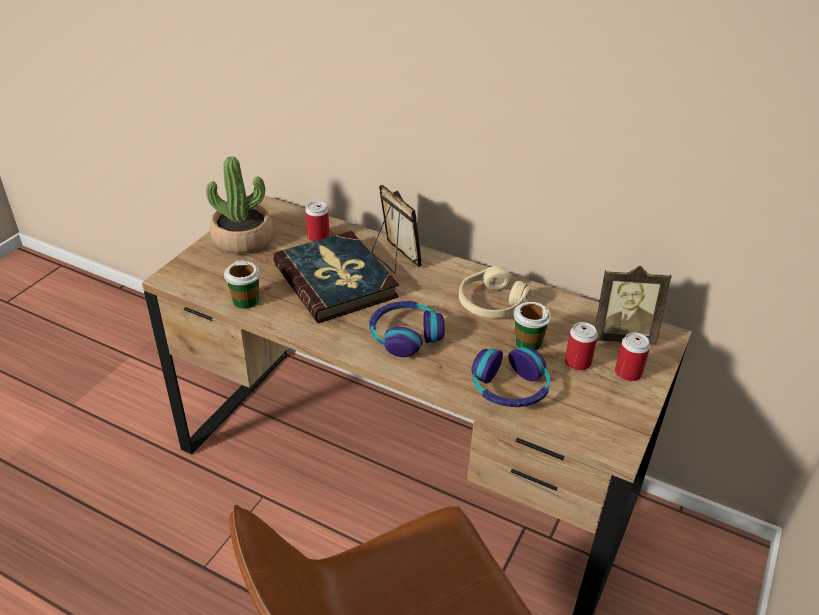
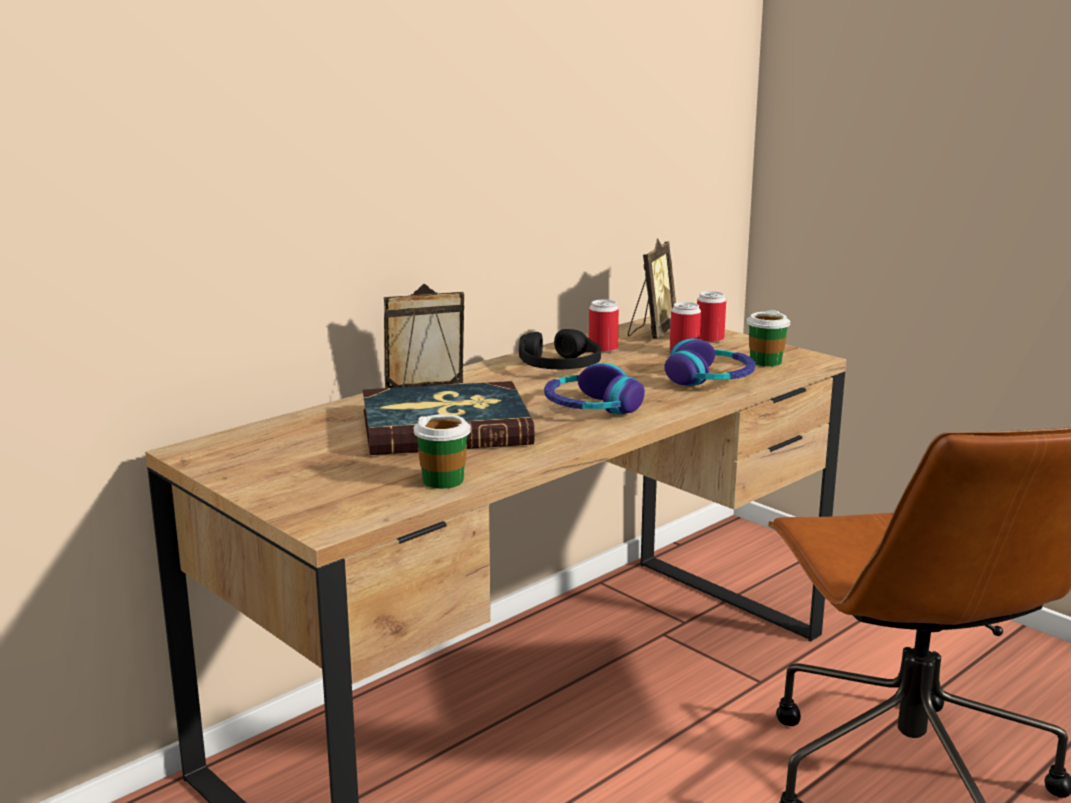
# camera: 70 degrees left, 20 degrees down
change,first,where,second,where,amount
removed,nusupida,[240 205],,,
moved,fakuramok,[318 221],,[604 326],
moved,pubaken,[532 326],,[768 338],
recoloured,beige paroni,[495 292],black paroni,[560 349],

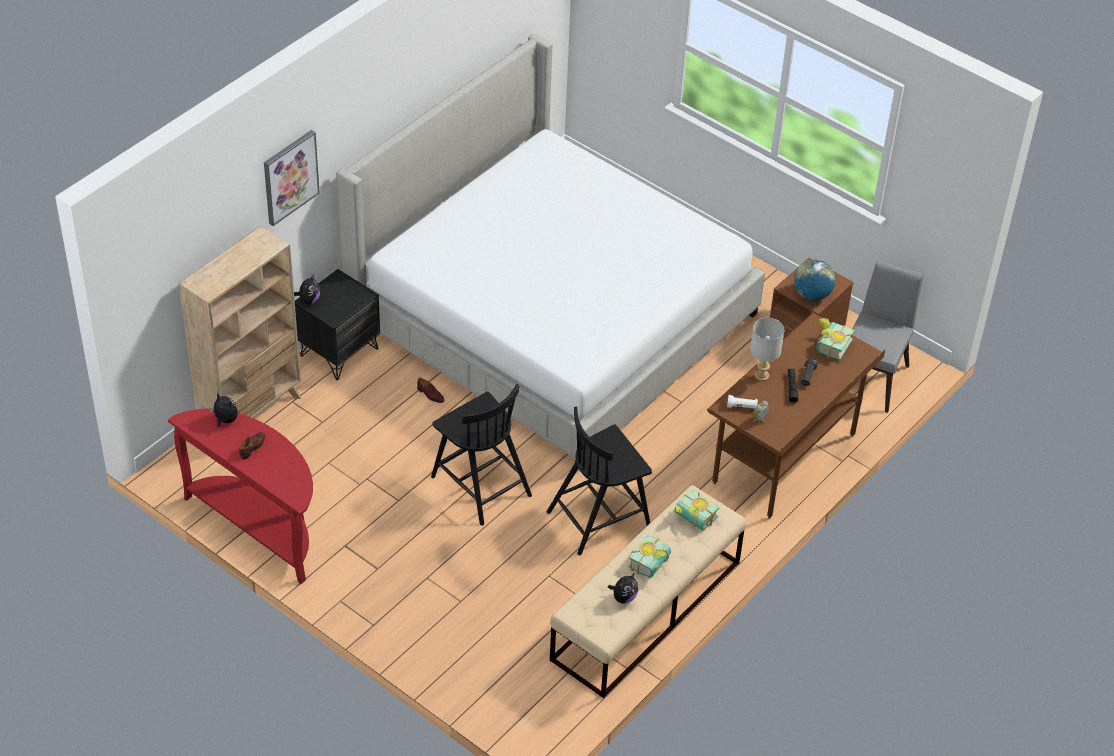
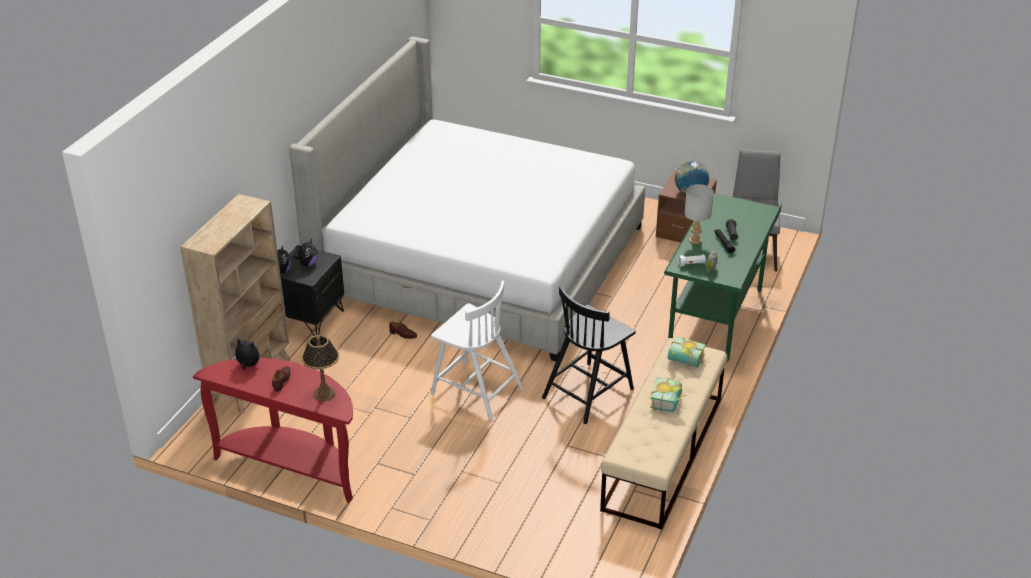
# camera: 15 degrees left, 10 degrees down
change,first,where,second,where,amount
removed,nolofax,[292 178],,,
removed,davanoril,[835 339],,,
added,,,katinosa,[320 368],
moved,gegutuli,[623 588],,[305 252],
recoloured,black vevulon,[481 455],white vevulon,[477 350],
recoloured,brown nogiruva,[796 416],green nogiruva,[723 278],

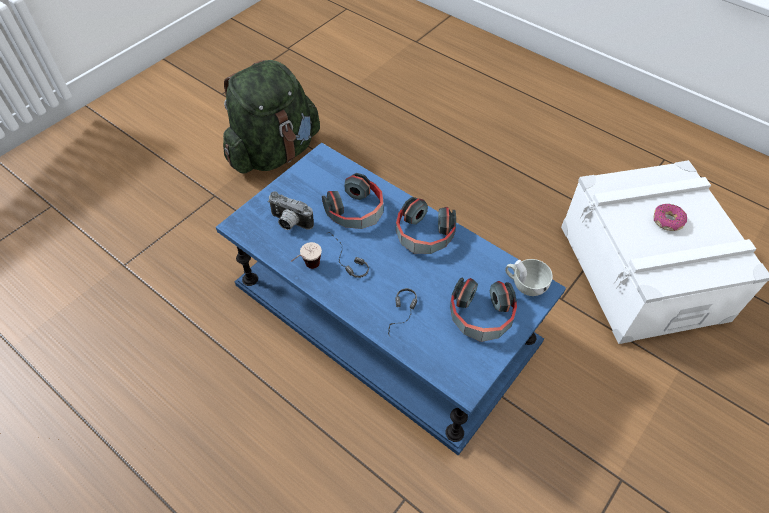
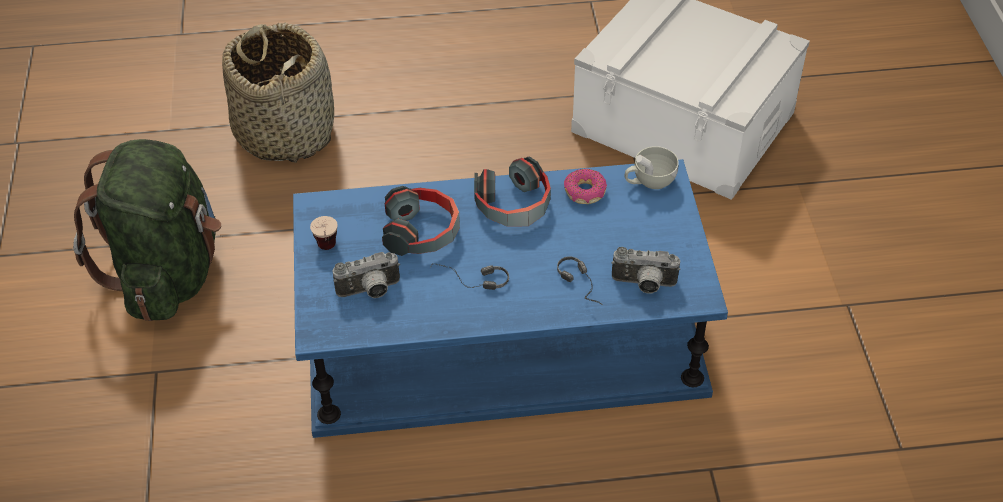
# camera: 45 degrees left, 5 degrees down
change,first,where,second,where,amount
removed,paroni,[483 310],,,
added,,,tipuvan,[278 93],
added,,,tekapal,[646 270],
moved,pubaken,[306 255],,[323 233],
moved,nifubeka,[670 217],,[585 186],

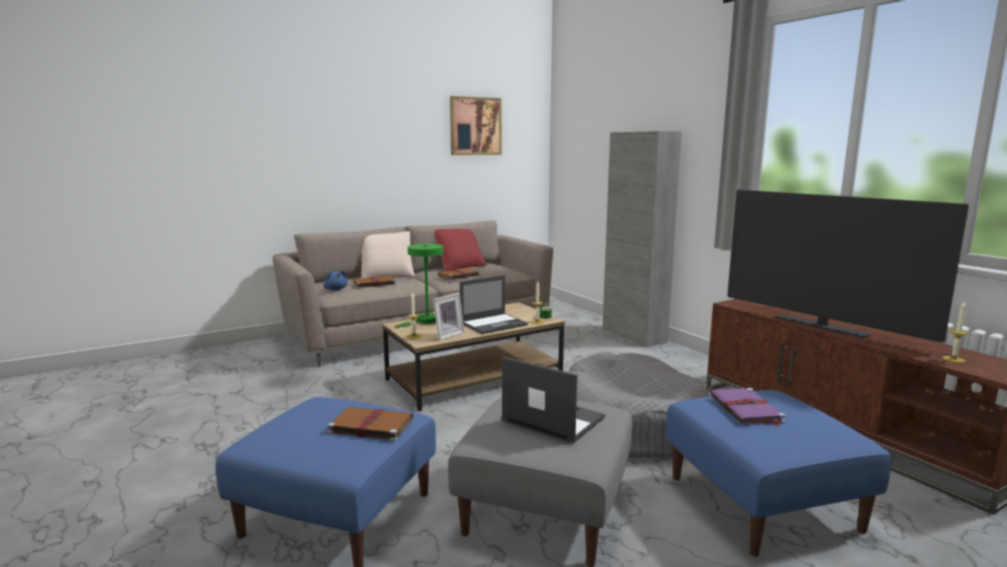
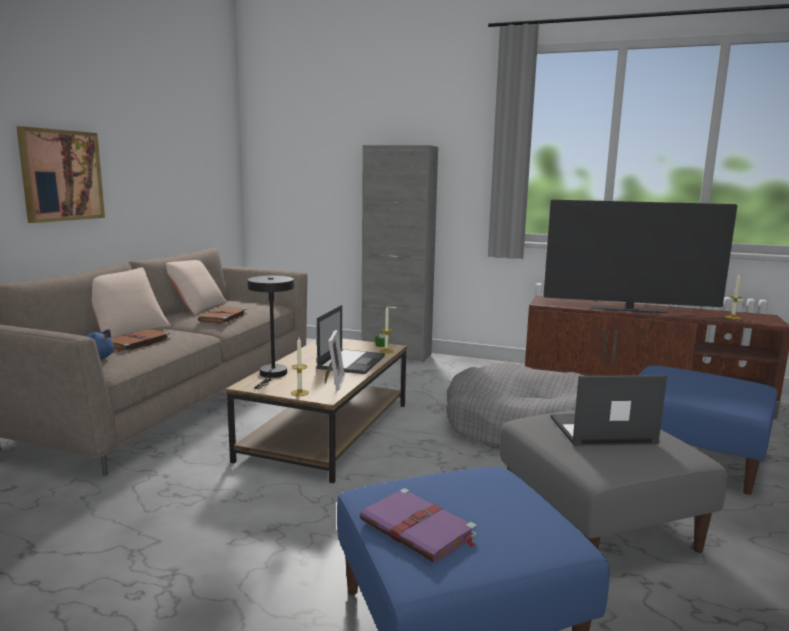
# camera: 40 degrees left, 0 degrees up
change,first,where,second,where,amount
removed,brown davanoril,[370 424],,,
moved,nolofax,[476 125],,[60 174],
moved,purple davanoril,[748 407],,[417 525],
recoloured,green katinosa,[418 286],black katinosa,[271 332],
recoloured,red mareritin,[461 250],beige mareritin,[196 287],

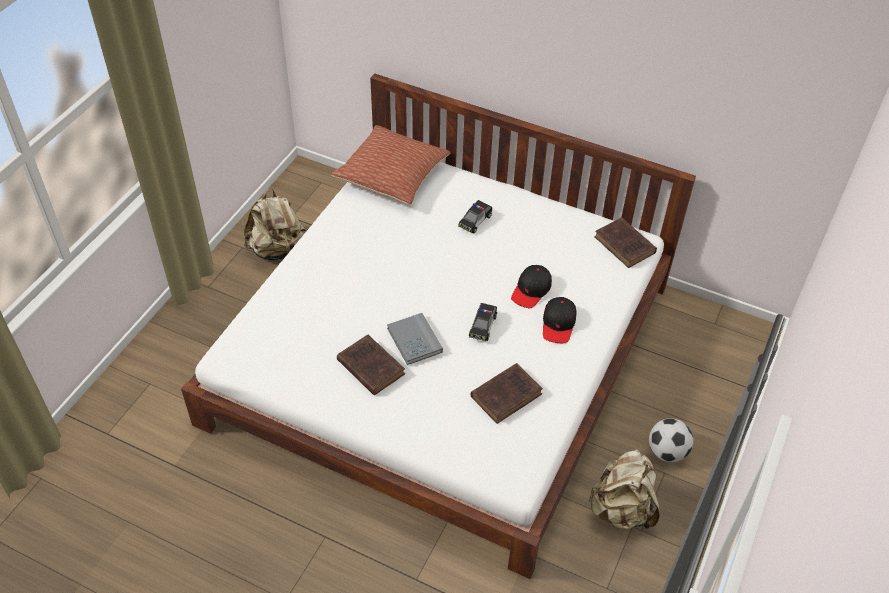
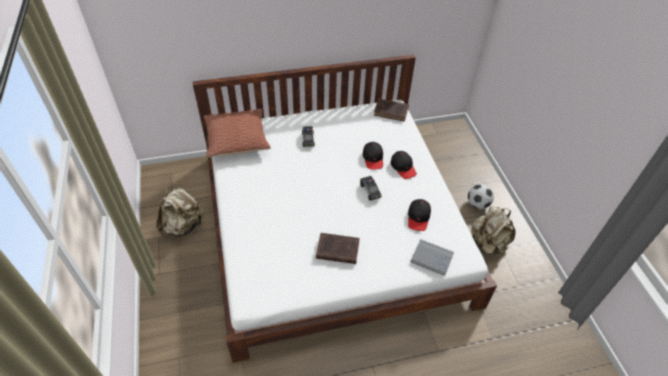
# camera: 40 degrees left, 0 degrees up
change,first,where,second,where,amount
moved,grey davanoril,[415 339],,[432 257],
replaced,brown davanoril,[507 393],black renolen,[419 215],

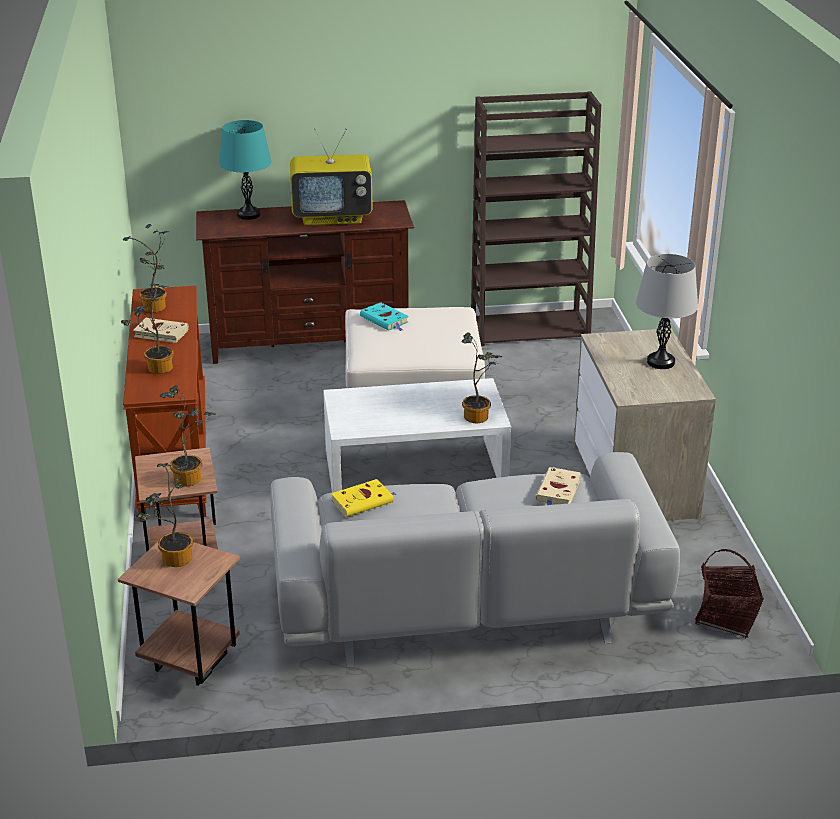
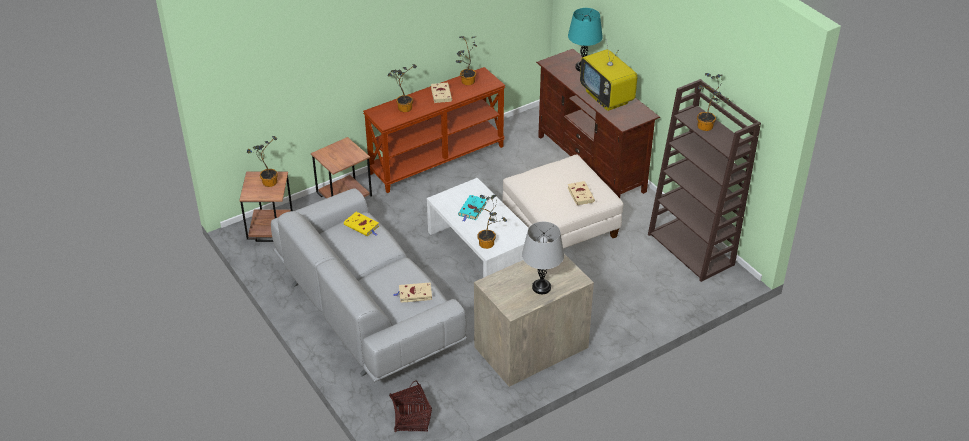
# camera: 65 degrees right, 10 degrees up
change,first,where,second,where,amount
added,,,beige davanoril,[581 193],
moved,nusupida,[188 436],,[714 102],
moved,turquoise davanoril,[384 316],,[472 208],

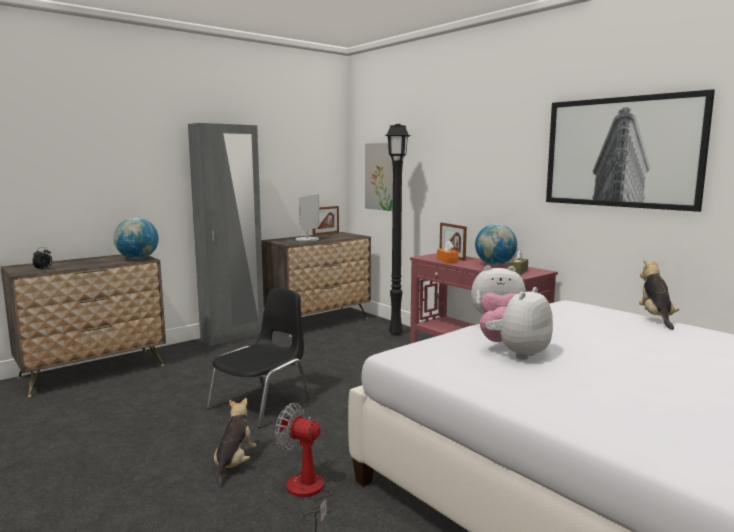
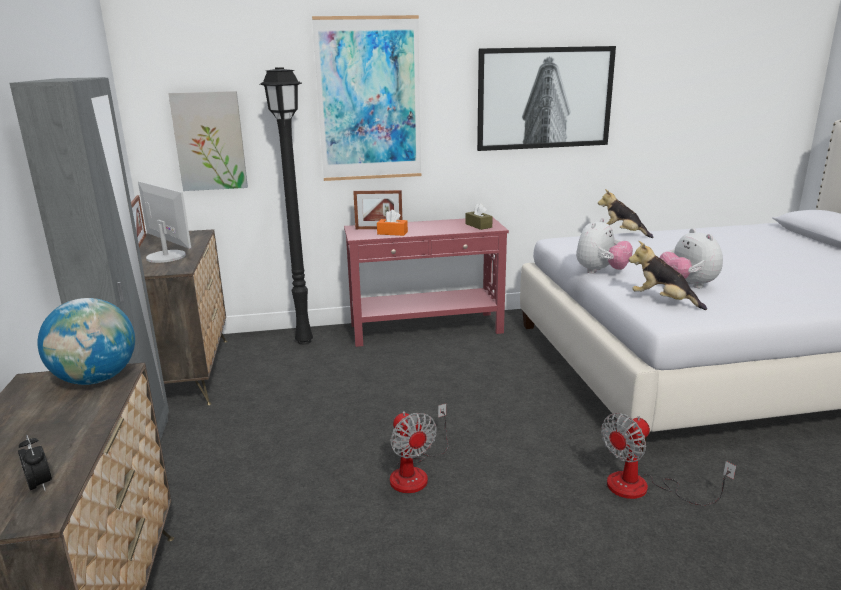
# camera: 60 degrees left, 10 degrees up
change,first,where,second,where,amount
removed,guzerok,[496 244],,,
added,,,nolofax,[366 98],
moved,gegutuli,[235 443],,[668 275],
replaced,black vevulon,[259 358],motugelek,[419 448],

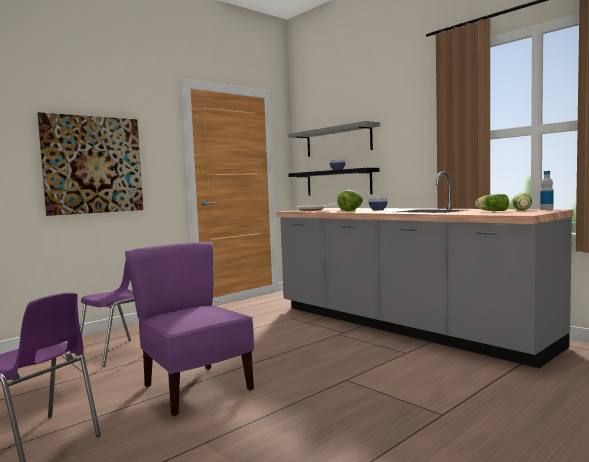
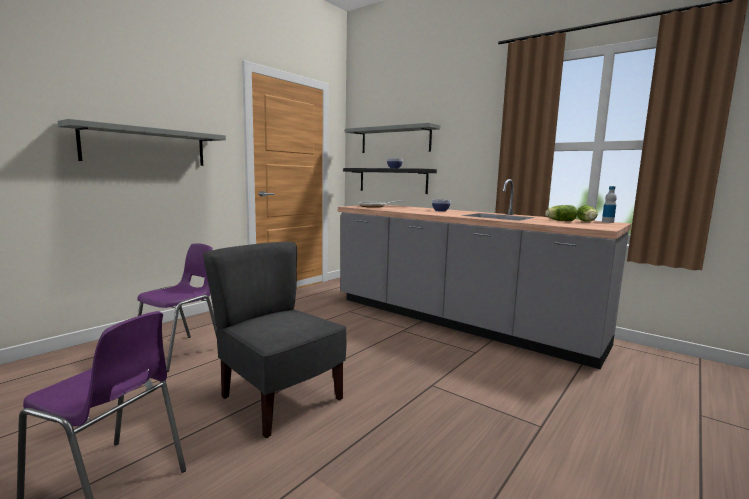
# camera: 10 degrees left, 5 degrees up
change,first,where,second,where,amount
removed,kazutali,[350 200],,,
replaced,nolofax,[90 164],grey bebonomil,[142 142],
recoloured,purple vevulon,[189 329],grey vevulon,[275 340],

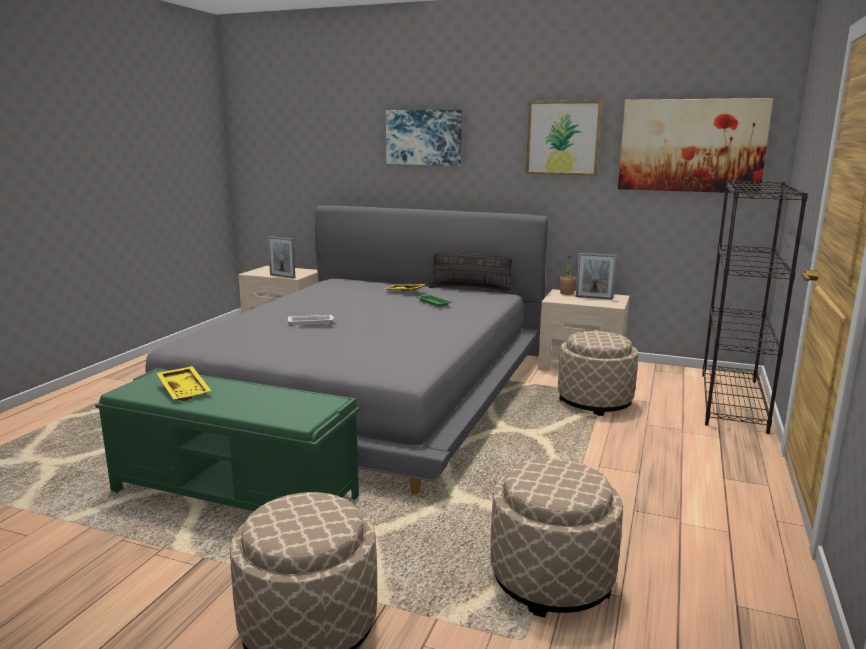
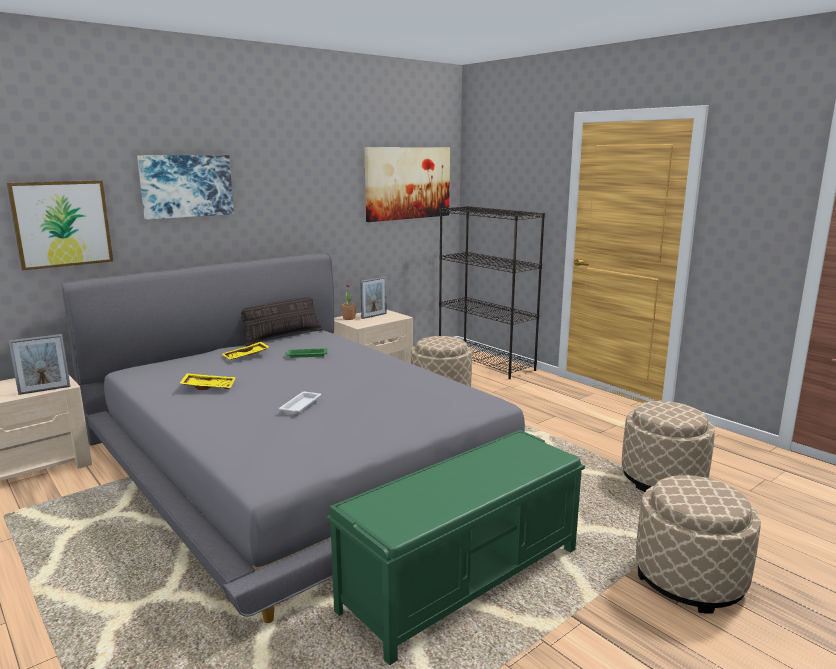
# camera: 60 degrees left, 0 degrees up
change,first,where,second,where,amount
moved,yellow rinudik,[184 383],,[208 381],
moved,nolofax,[564 138],,[60 225],

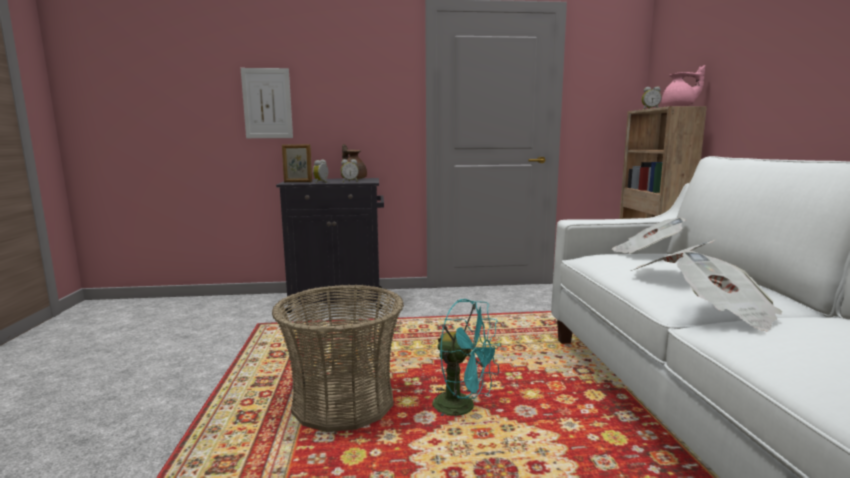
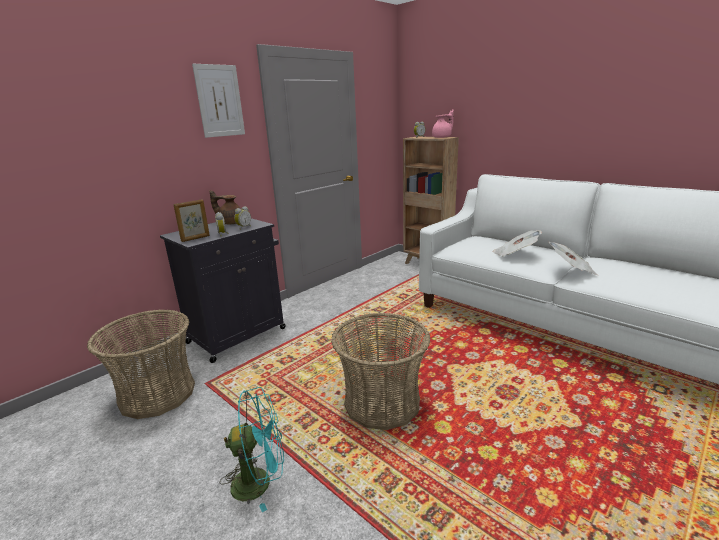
# camera: 40 degrees left, 10 degrees up
change,first,where,second,where,amount
removed,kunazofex,[649 236],,,
added,,,tipuvan,[141 364],
moved,nolofax,[267 103],,[218 101],
moved,turquoise motugelek,[466 358],,[252 449],

